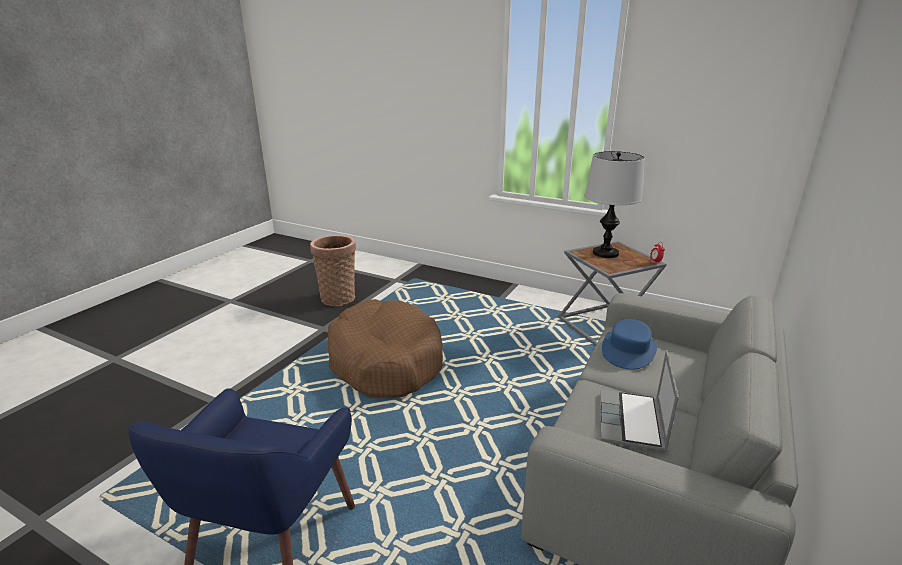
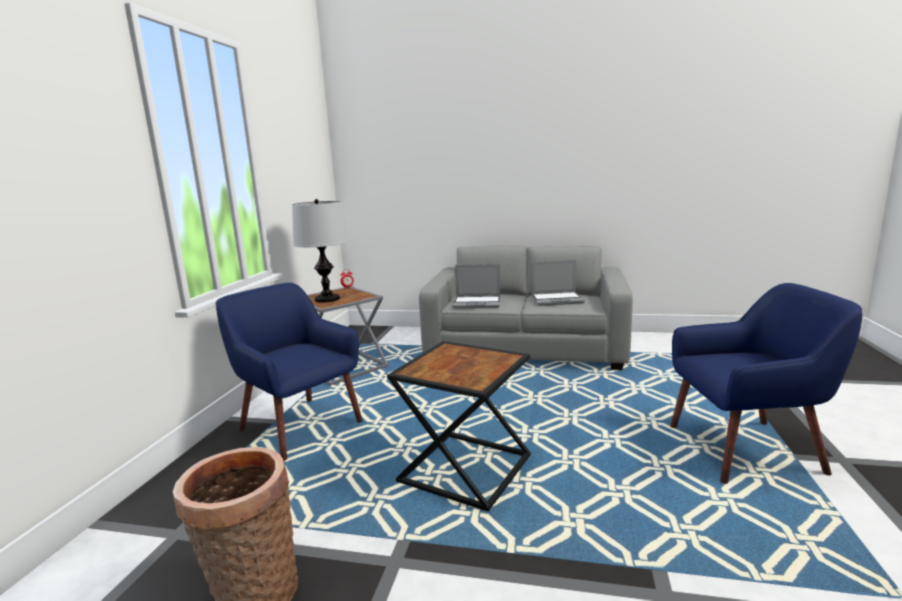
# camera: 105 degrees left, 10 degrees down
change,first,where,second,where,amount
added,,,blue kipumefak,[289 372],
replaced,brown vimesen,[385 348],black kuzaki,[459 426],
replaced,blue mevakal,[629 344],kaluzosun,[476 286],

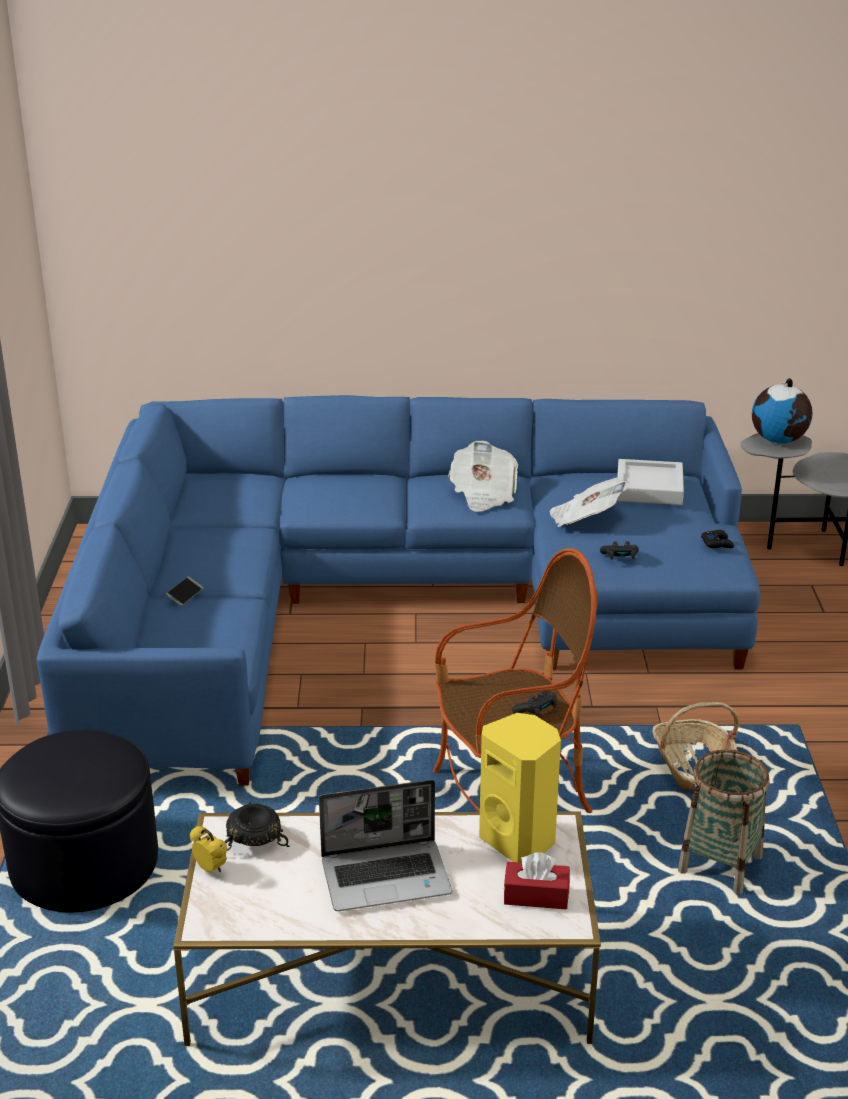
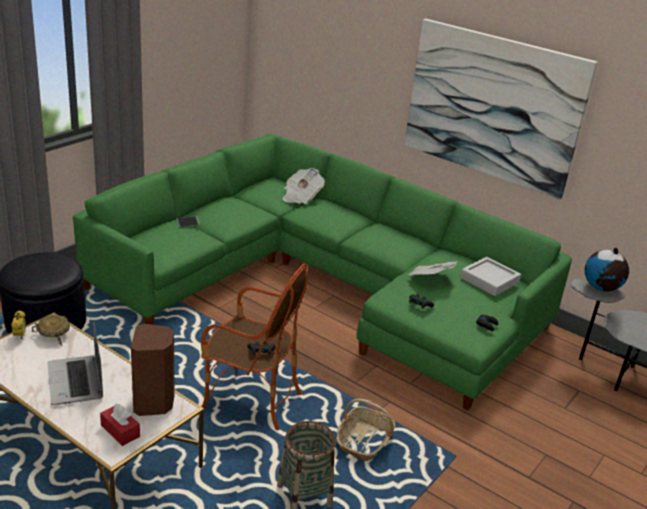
# camera: 35 degrees right, 0 degrees up
change,first,where,second,where,amount
added,,,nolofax,[501 109],
moved,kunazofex,[483 476],,[304 186],
recoloured,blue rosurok,[399 590],green rosurok,[322 272],
recoloured,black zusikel,[256 826],beige zusikel,[50 330],
recoloured,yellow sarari,[520 788],brown sarari,[152 369],
turned,kaluzosun,[385 845],,[75 362],45 degrees clockwise

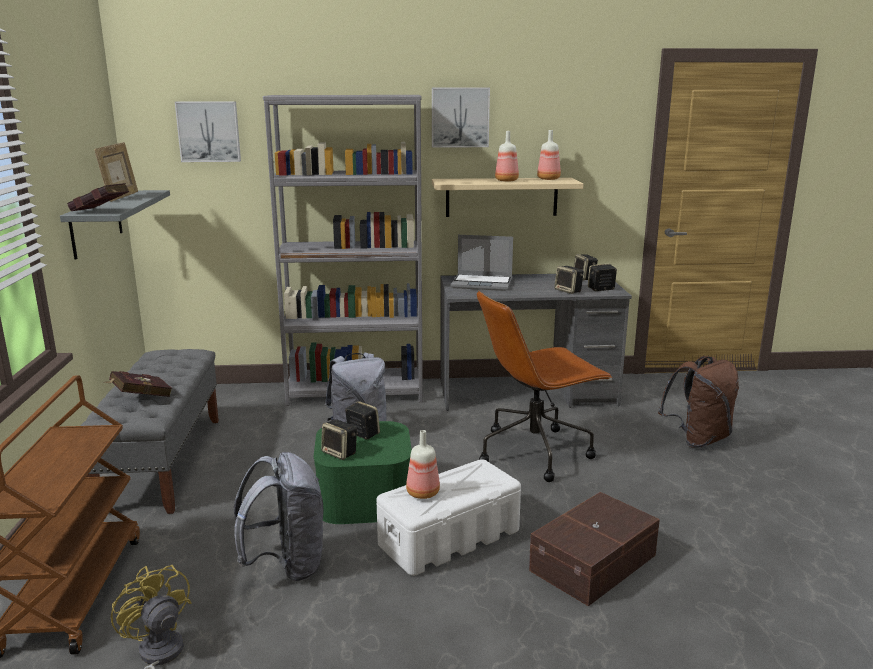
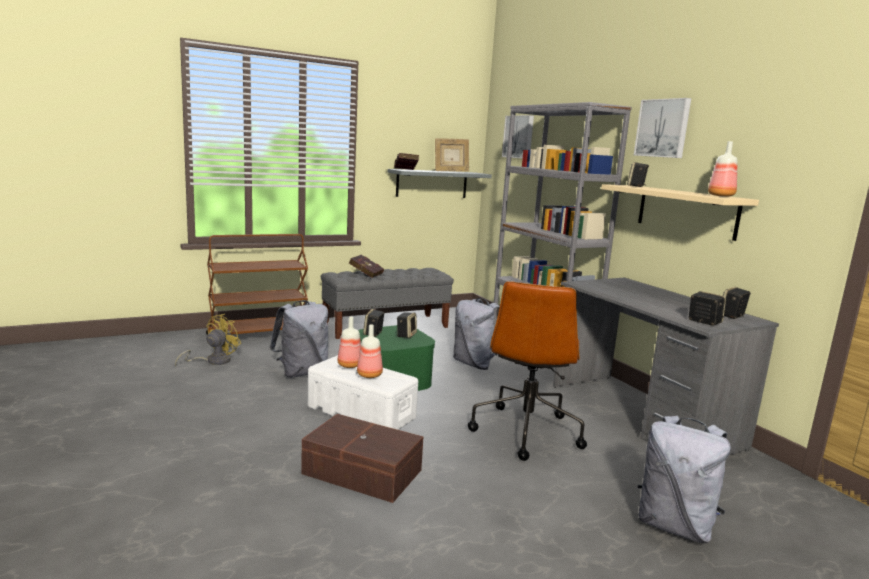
# camera: 65 degrees right, 5 degrees down
change,first,where,second,where,amount
removed,kaluzosun,[482 263],,,
moved,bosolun,[507 156],,[370 351],
moved,sarari,[569 280],,[638 174],
recoloured,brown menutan,[698 402],grey menutan,[684 479],
turned,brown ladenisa,[545 386],,[527 371],120 degrees counterclockwise

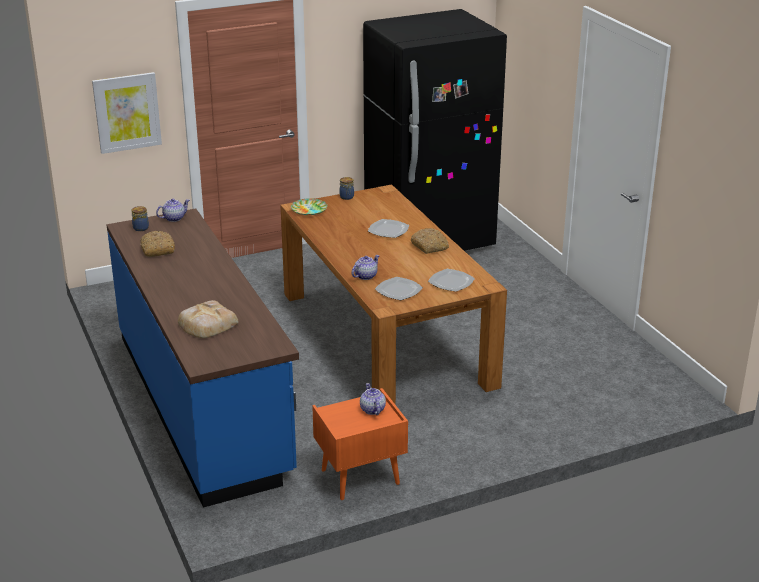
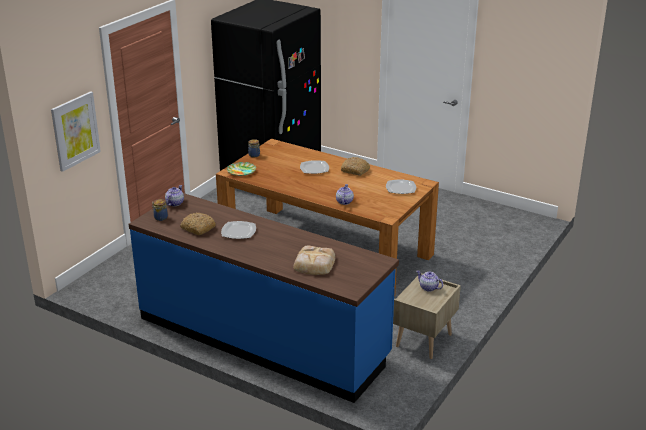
# camera: 35 degrees left, 0 degrees up
change,first,where,second,where,amount
moved,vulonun,[399 288],,[238 230],
recoloured,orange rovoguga,[360 444],beige rovoguga,[427 316],

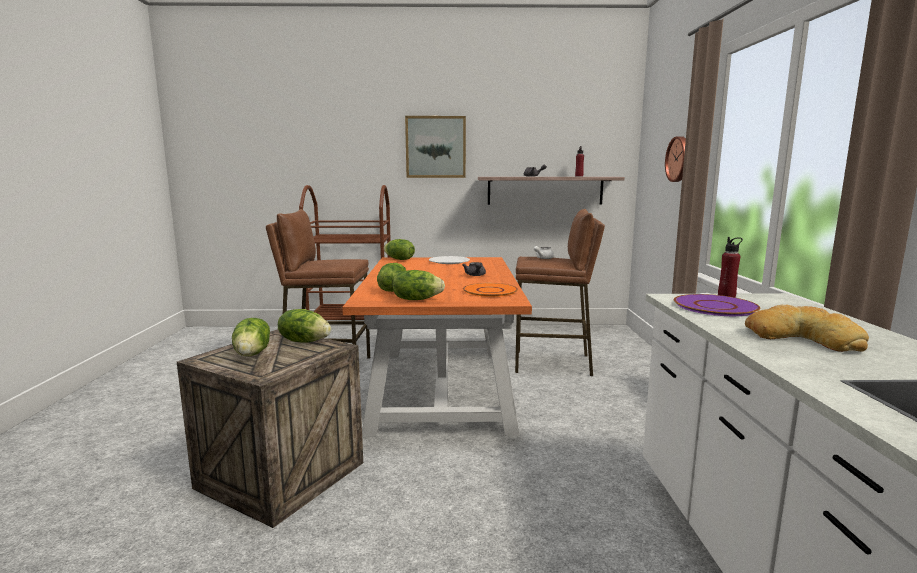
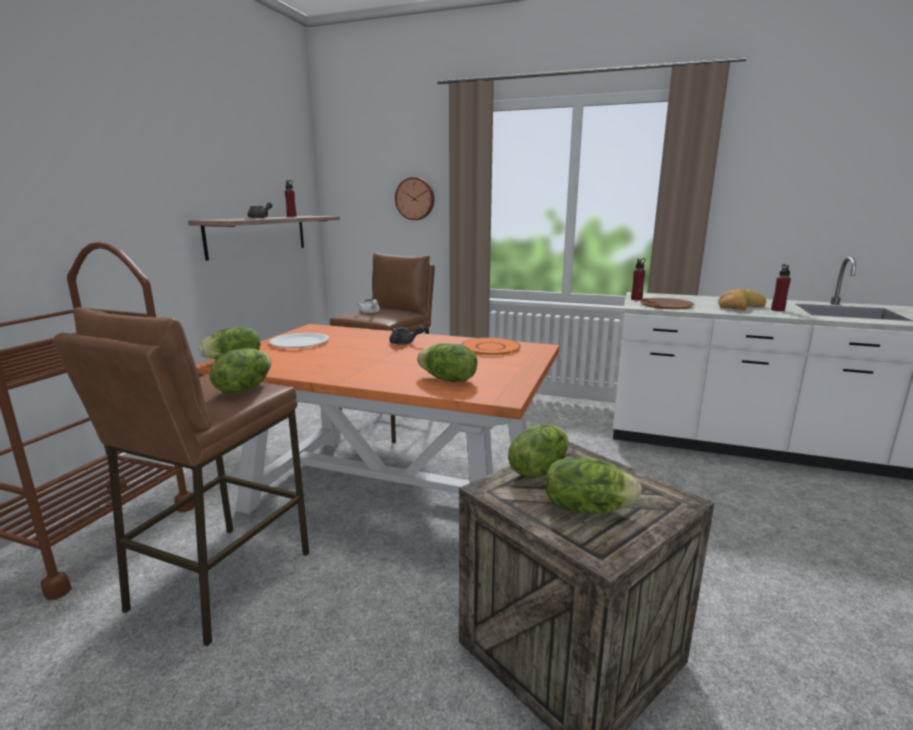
# camera: 70 degrees left, 5 degrees up
change,first,where,second,where,amount
removed,nolofax,[435 147],,,
added,,,red bosolun,[781 287],
moved,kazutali,[418 285],,[240 371],
recoloured,purple vulonun,[717 305],brown vulonun,[667 303],

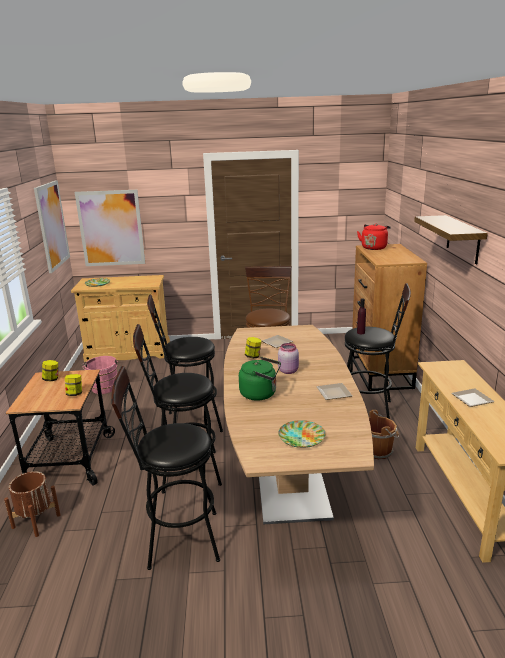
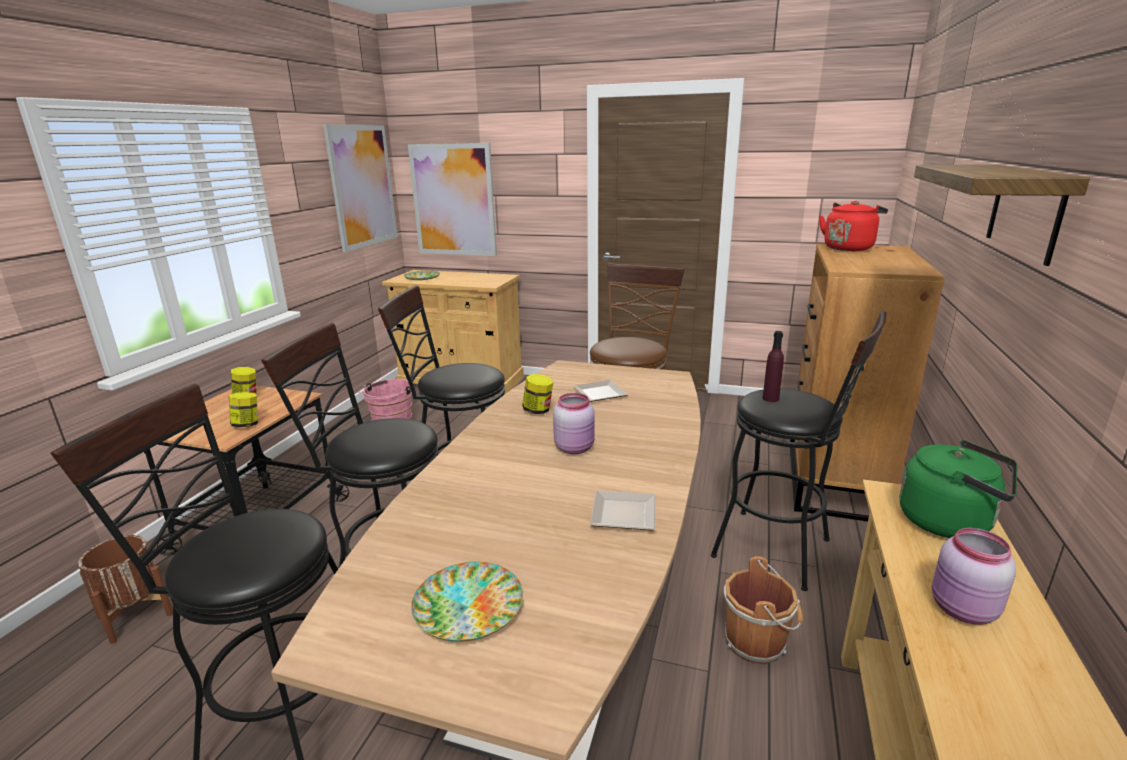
# camera: 20 degrees right, 0 degrees up
change,first,where,second,where,amount
moved,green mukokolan,[260 379],,[958 489],
replaced,vulonun,[473 397],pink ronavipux,[974 576],

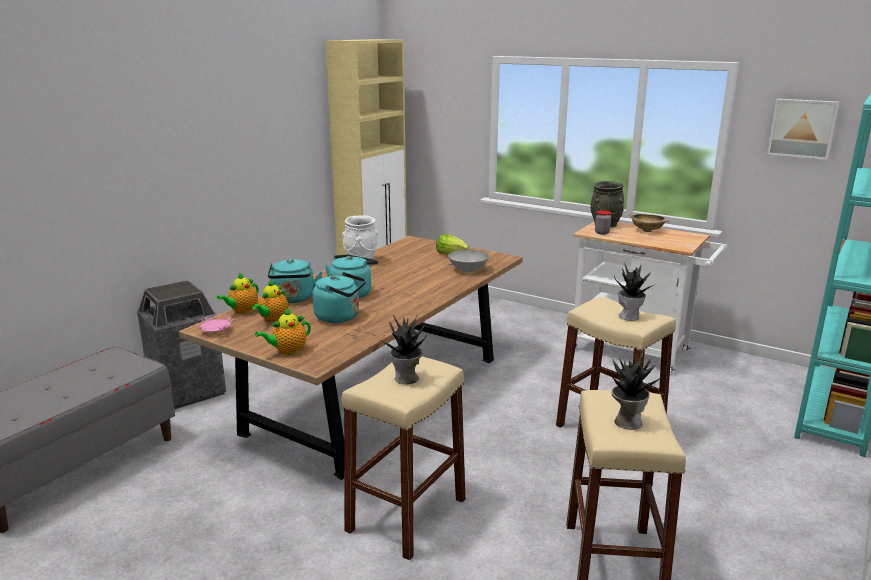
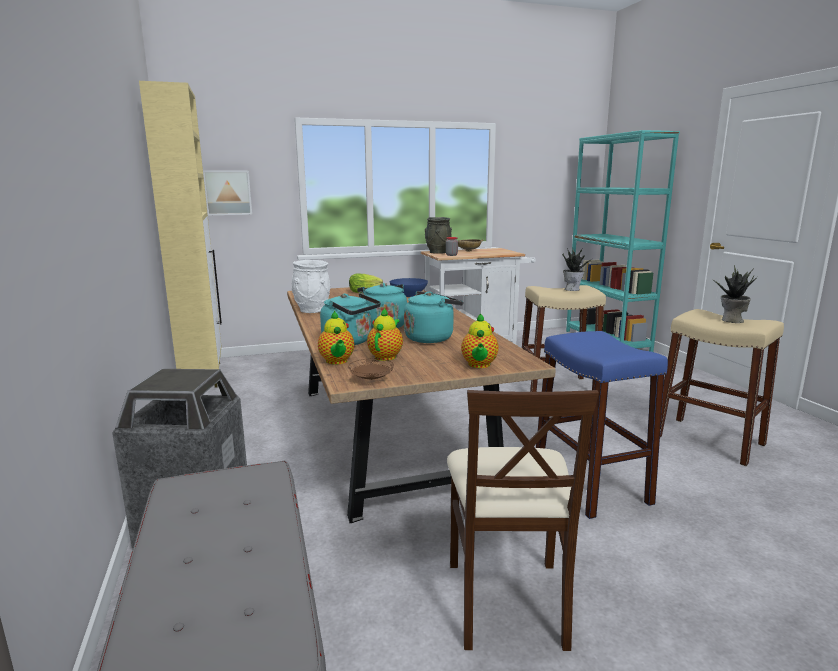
# camera: 50 degrees left, 5 degrees down
change,first,where,second,where,amount
removed,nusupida,[403 349],,,
added,,,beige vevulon,[523 520],
moved,nolofax,[803 129],,[227 193],
recoloured,pink vulonun,[214 323],brown vulonun,[371 369],
recoloured,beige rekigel,[404 458],blue rekigel,[602 425],
recoloured,grey zusikel,[468 261],blue zusikel,[409 287],
turned,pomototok,[270 301],,[385 334],135 degrees counterclockwise

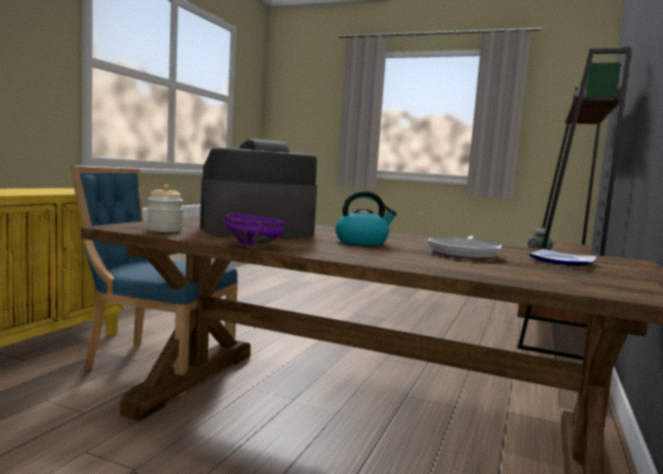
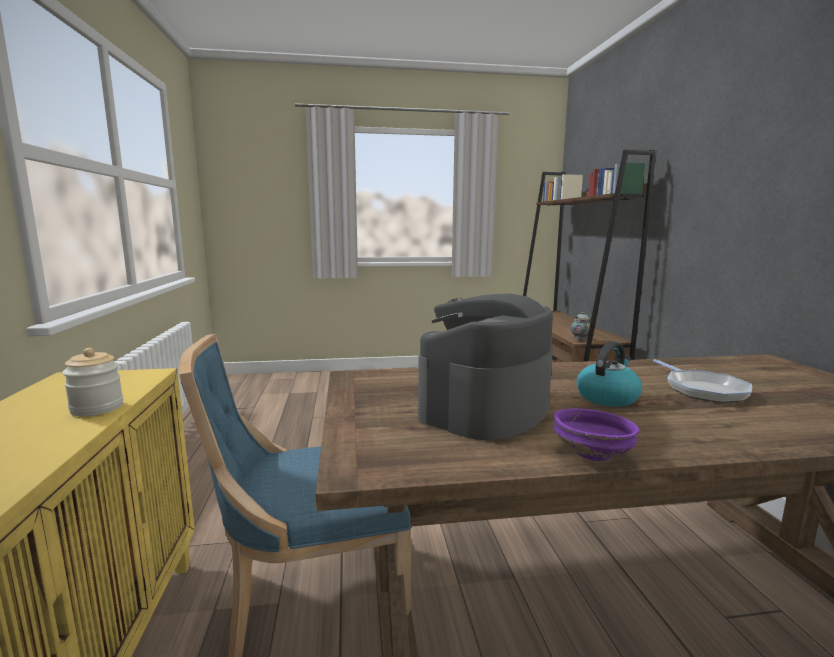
# camera: 30 degrees left, 5 degrees up
change,first,where,second,where,amount
removed,vulonun,[562 257],,,
moved,ronavipux,[165 208],,[92 382],

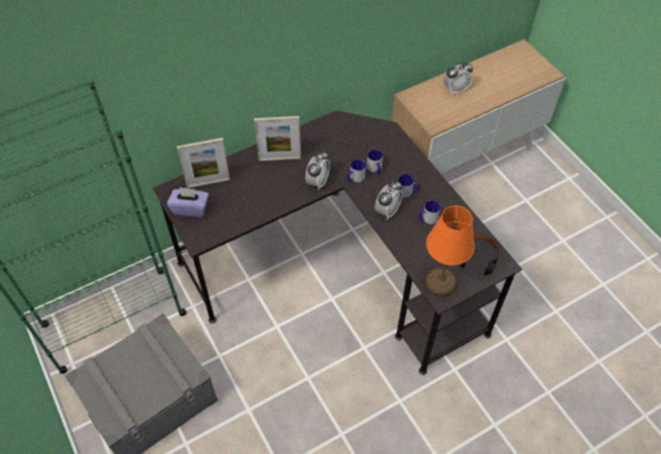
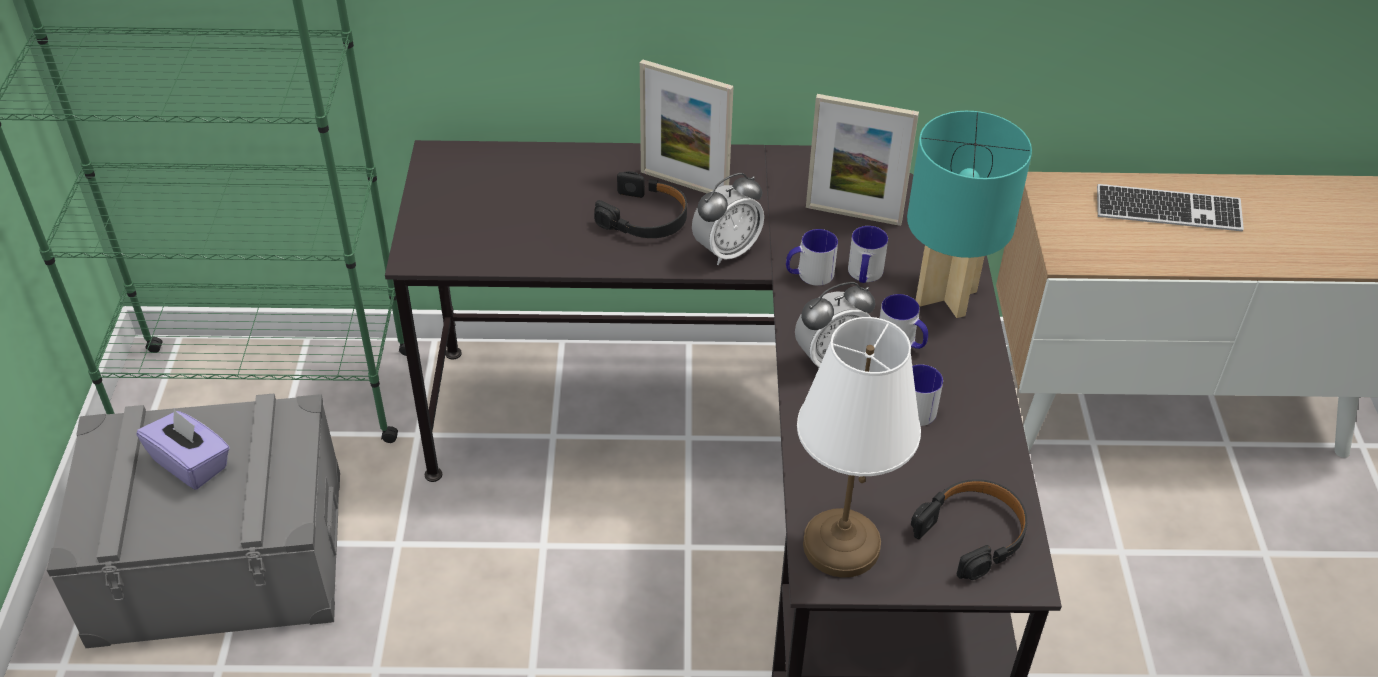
# camera: 30 degrees right, 10 degrees down
change,first,where,second,where,amount
added,,,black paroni,[640 204],
added,,,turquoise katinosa,[969 214],
moved,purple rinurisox,[188 202],,[183 449],
moved,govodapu,[203 163],,[862 160],
replaced,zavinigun,[458 77],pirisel,[1170 207],
recoloured,orange katinosa,[450 251],white katinosa,[859 447],

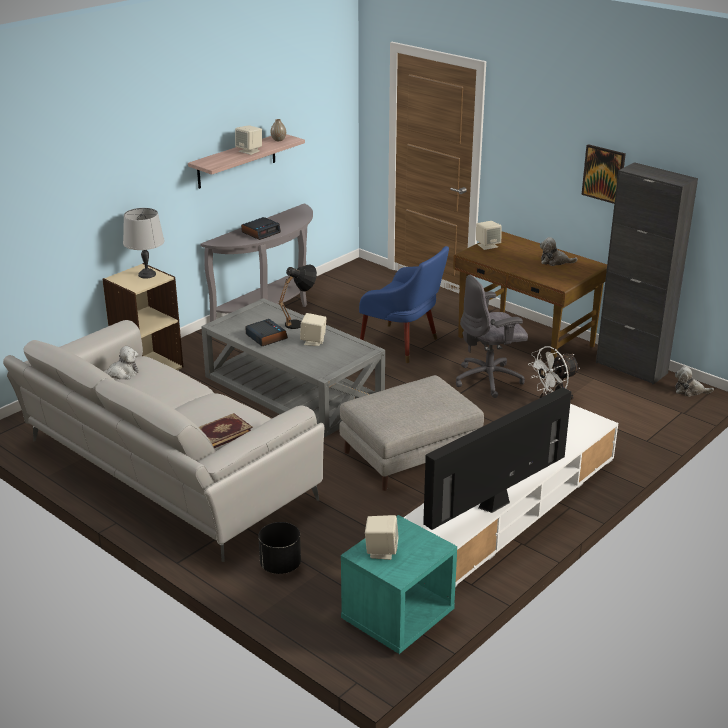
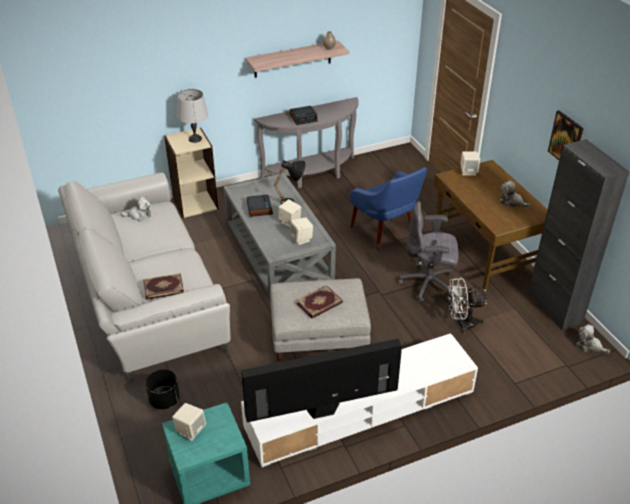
# camera: 25 degrees right, 10 degrees up
change,first,where,second,where,amount
added,,,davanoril,[319 301],
moved,beige sarari,[248 140],,[301 231],

